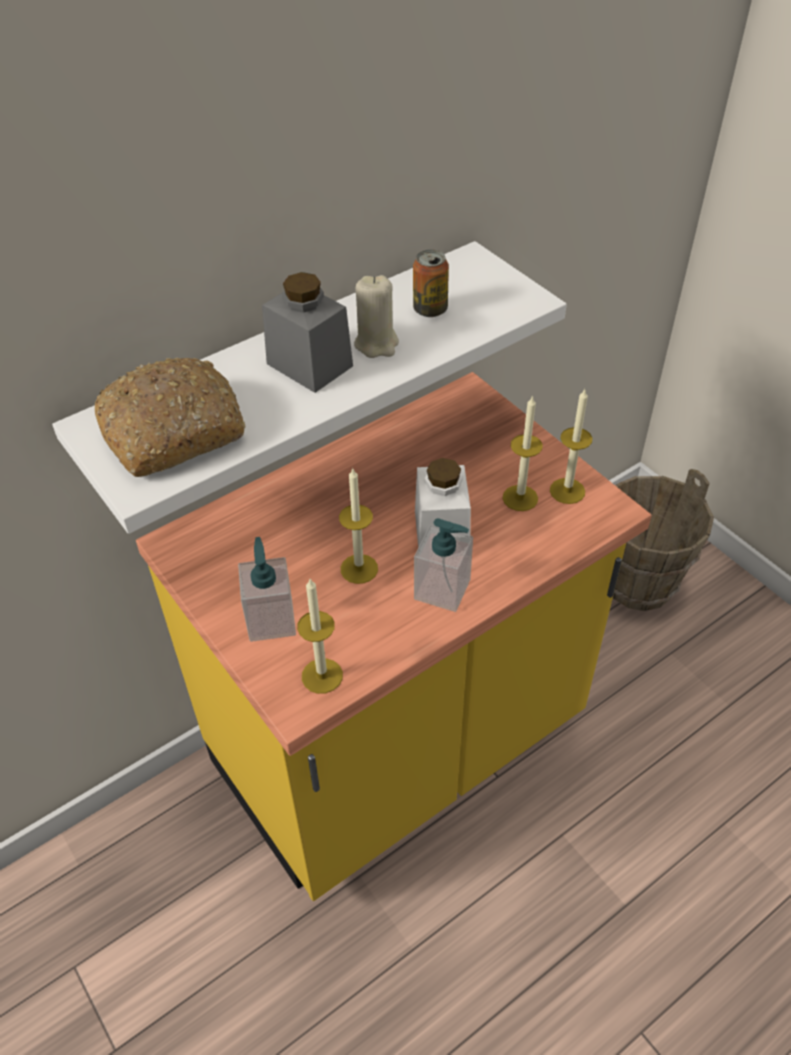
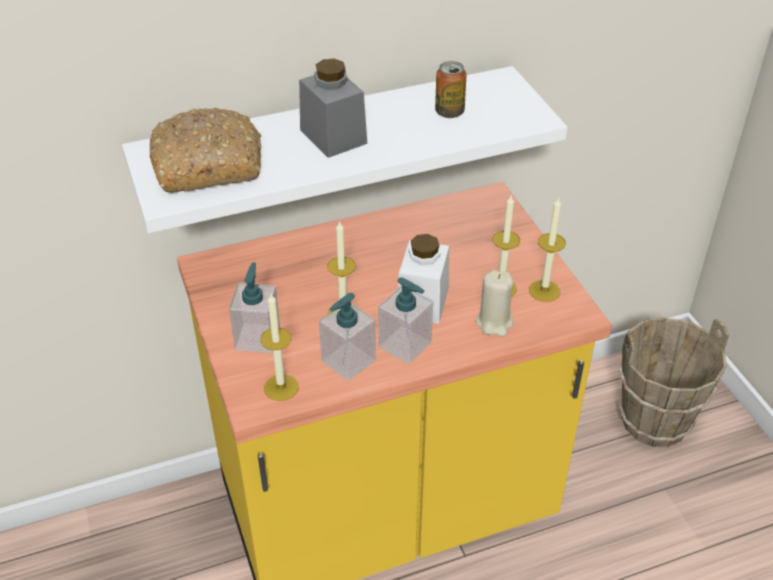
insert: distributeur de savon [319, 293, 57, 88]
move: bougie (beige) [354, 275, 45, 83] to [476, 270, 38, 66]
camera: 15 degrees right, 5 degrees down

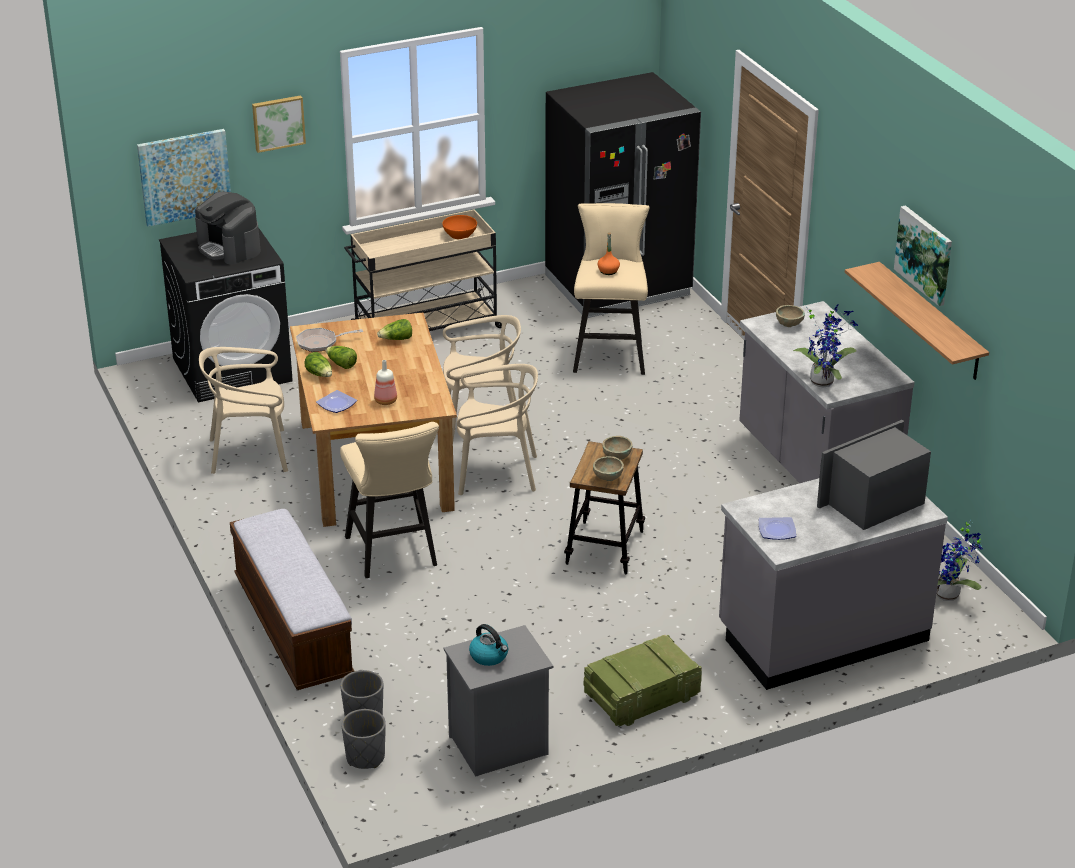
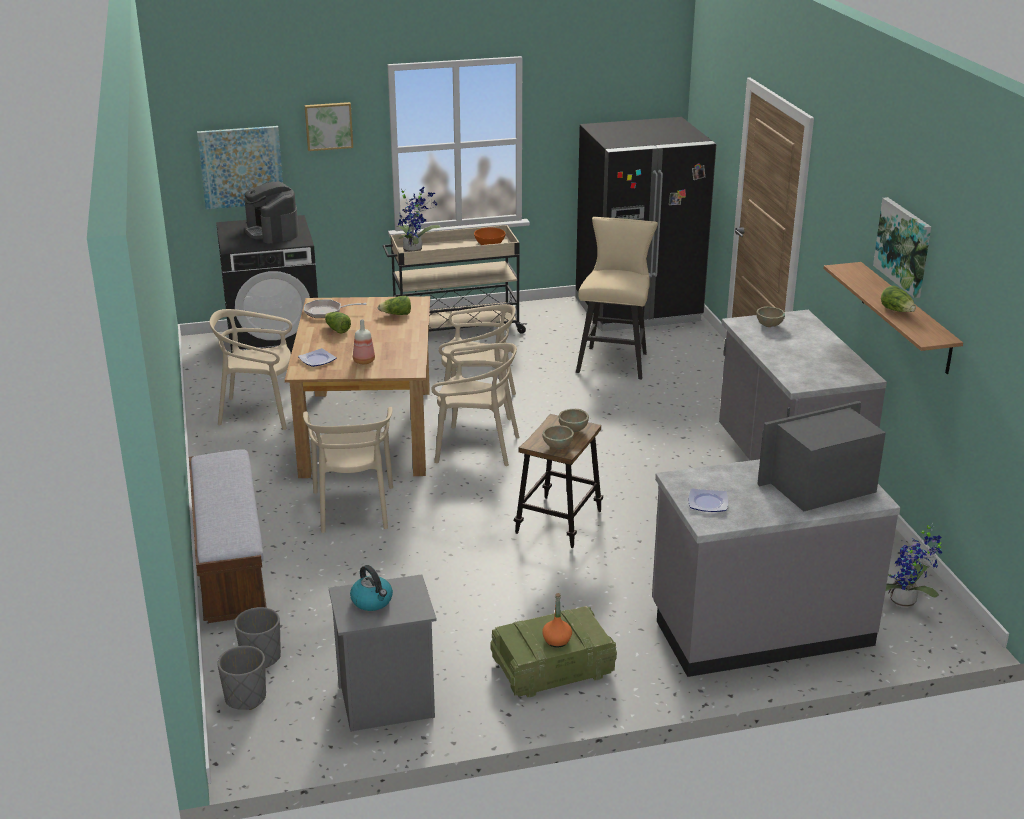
move: laitue [305, 352, 27, 25] to [881, 285, 35, 27]; bouteille (orange) [597, 232, 23, 43] to [542, 593, 30, 54]; plante en pot [793, 304, 65, 84] to [397, 187, 44, 65]
replace: tabouret (beige) [340, 422, 99, 156] to chaise (beige) [303, 407, 90, 126]
camera: 10 degrees right, 5 degrees down

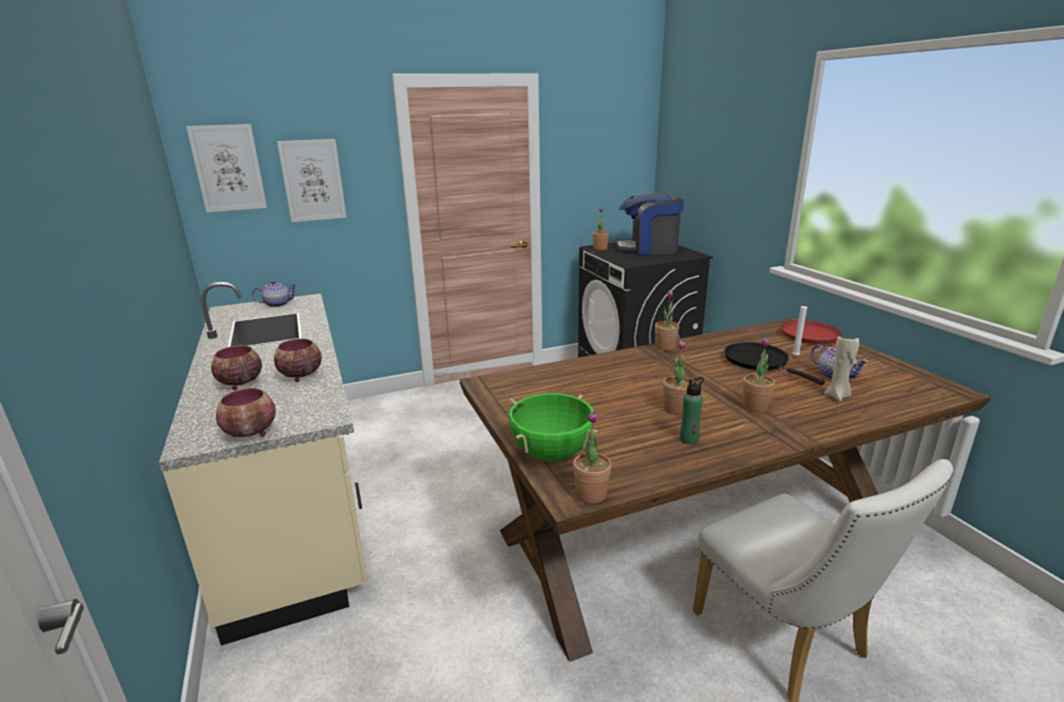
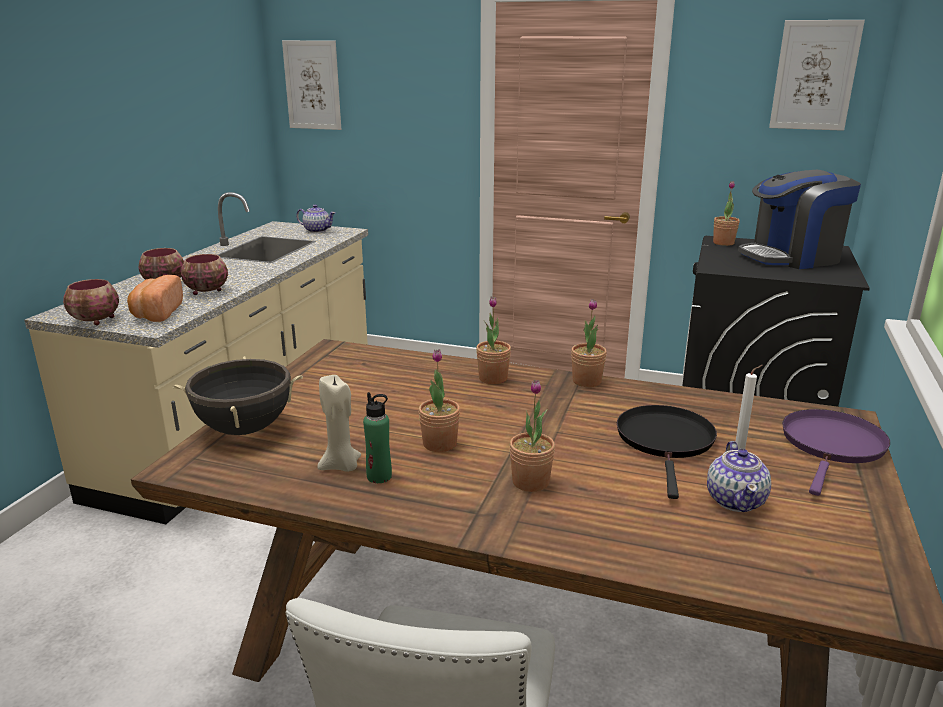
insert: pain [127, 275, 56, 47]
move: tableau [277, 139, 70, 83] to [769, 20, 96, 111]; plante en pot [573, 411, 39, 93] to [476, 296, 35, 88]; bougie (beige) [824, 334, 35, 67] to [317, 375, 44, 97]
recolor: marmite (vert) [508, 393, 89, 68] to marmite (noir) [173, 356, 130, 79]; poêle (rouge) [781, 321, 77, 38] to poêle (violet) [782, 409, 108, 87]
rotate: machine à café [616, 193, 68, 62] = [738, 170, 123, 99] 60 degrees counterclockwise
camera: 40 degrees right, 0 degrees up

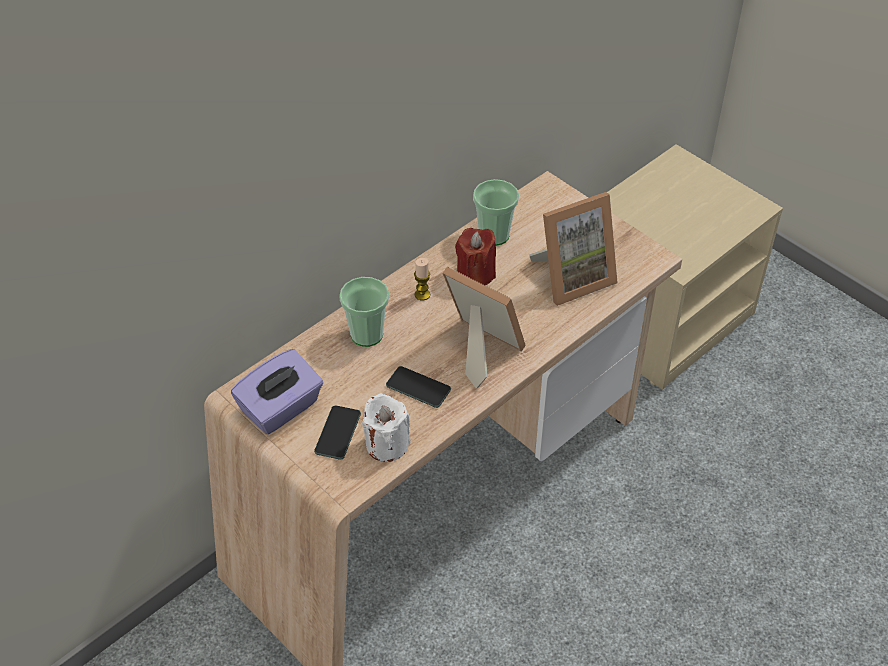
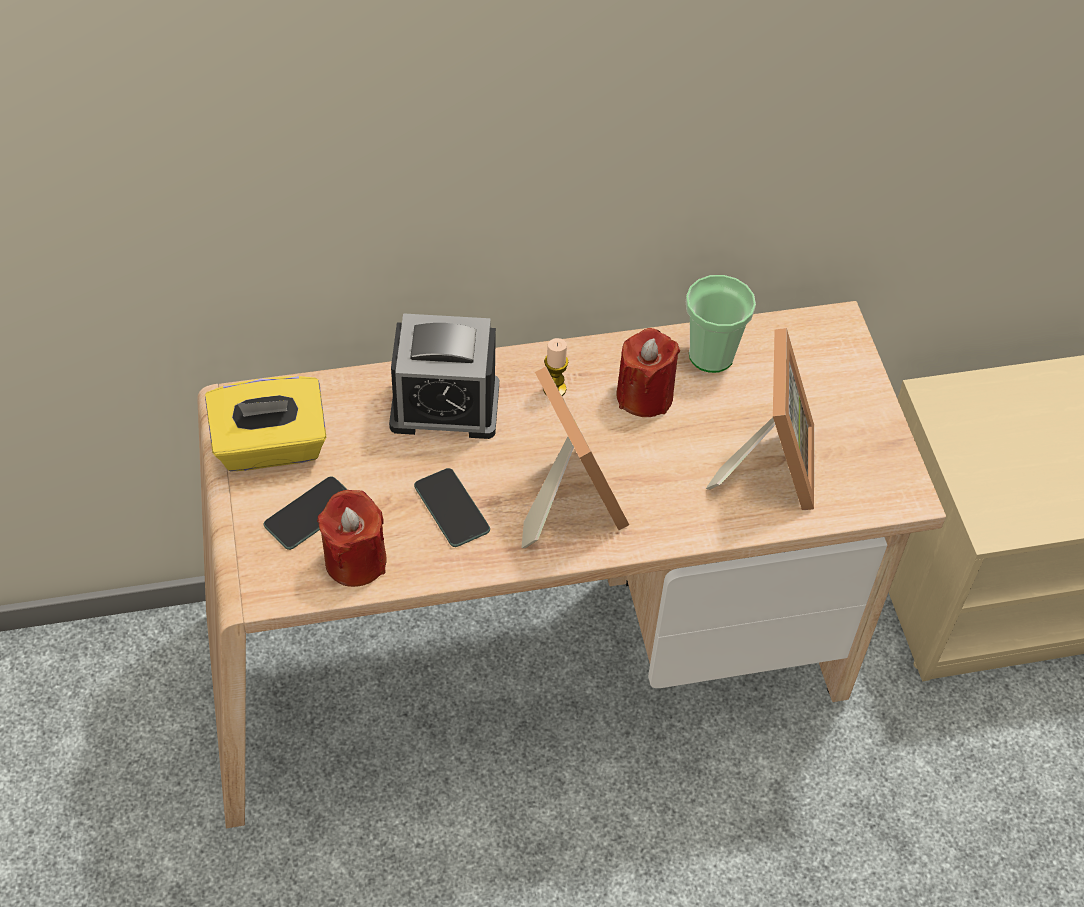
replace: tasse [339, 277, 50, 70] to réveil [389, 313, 110, 126]
recolor: boîte à mouchoirs (violet) [231, 349, 92, 85] to boîte à mouchoirs (jaune) [205, 376, 121, 95]; bougie (blanc) [362, 393, 48, 69] to bougie (rouge) [317, 490, 70, 97]
rotate: cadre photo [529, 192, 89, 114] = [706, 328, 108, 182] 90 degrees counterclockwise
camera: 30 degrees right, 5 degrees up

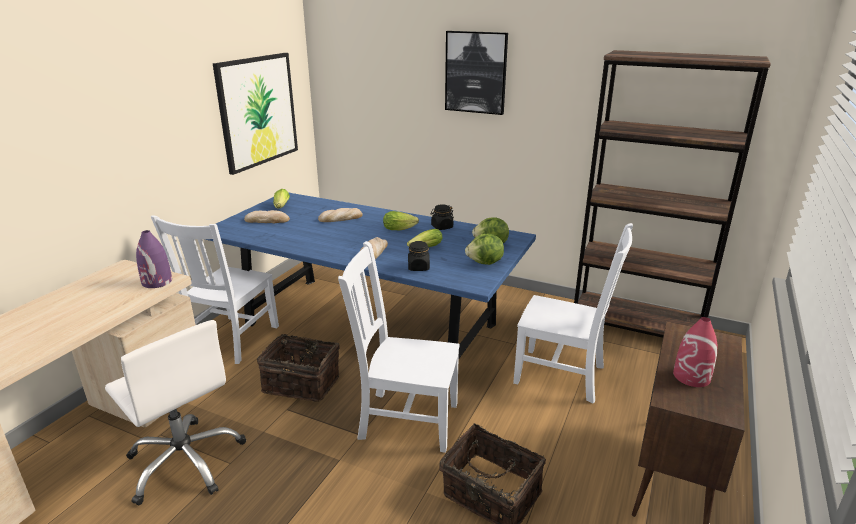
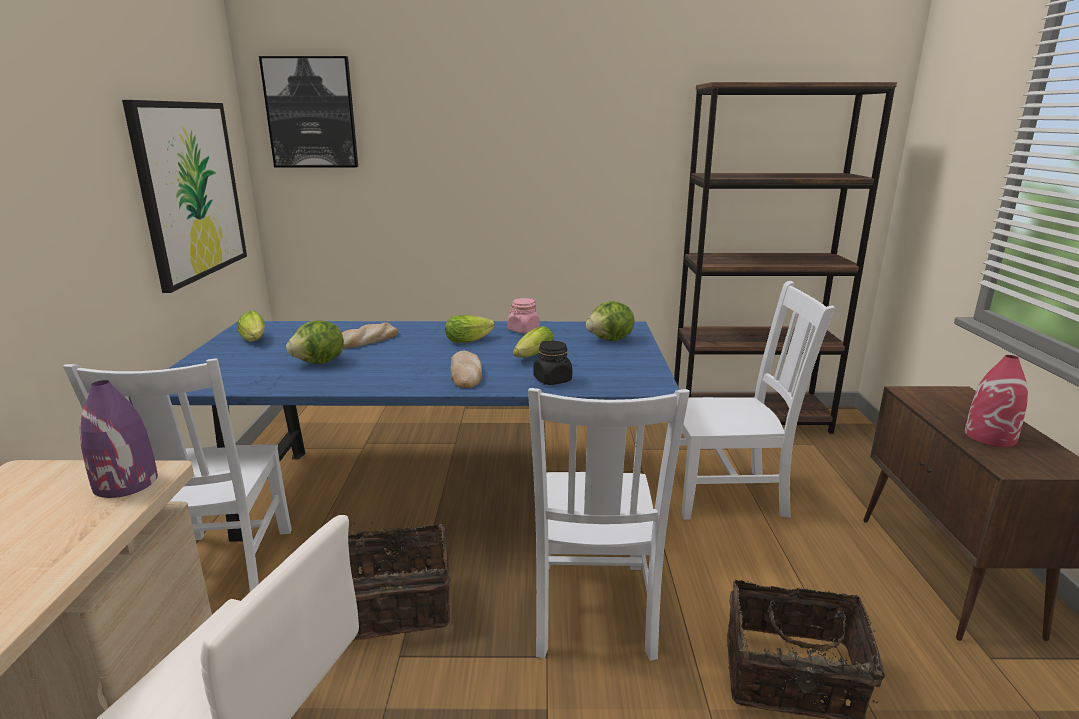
delete: pain [244, 210, 46, 13]
move: tableau [445, 31, 63, 84] to [259, 56, 99, 111]; laitue [465, 234, 39, 31] to [286, 320, 58, 44]
recolor: bocal (noir) [430, 204, 24, 26] to bocal (rose) [508, 298, 32, 35]
rotate: chaise (blanc) [338, 241, 122, 212] = [528, 388, 162, 273] 75 degrees counterclockwise
camera: 25 degrees left, 5 degrees down

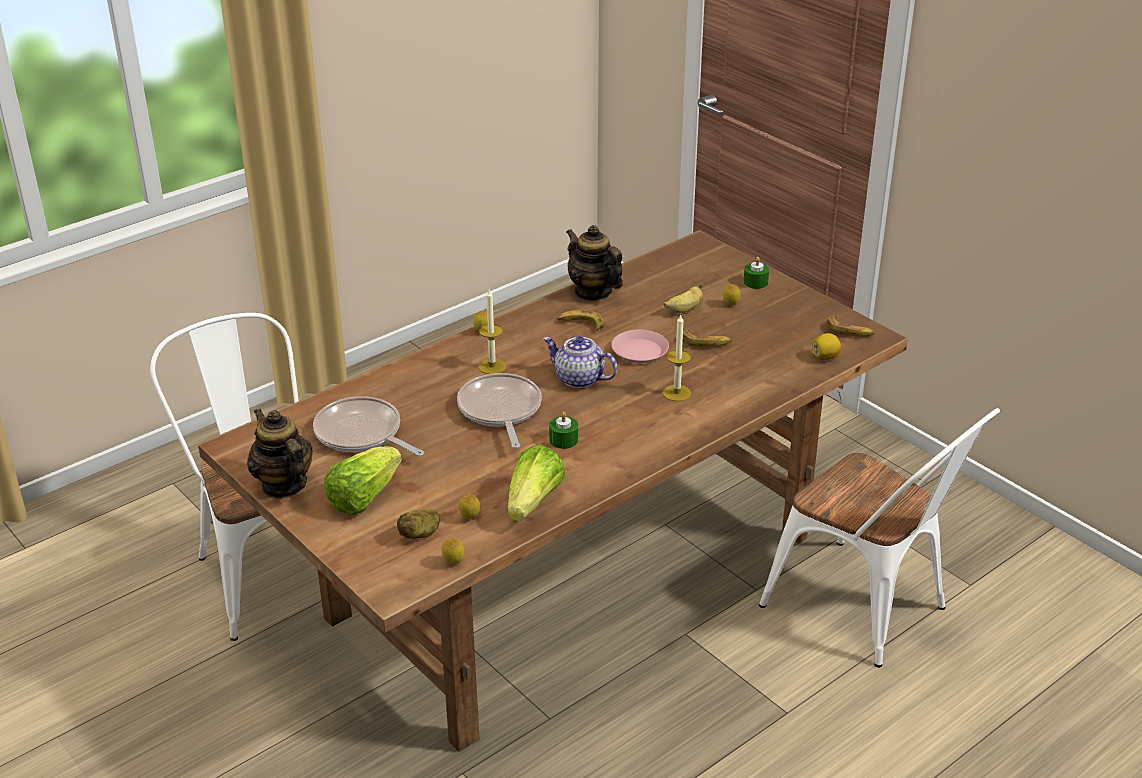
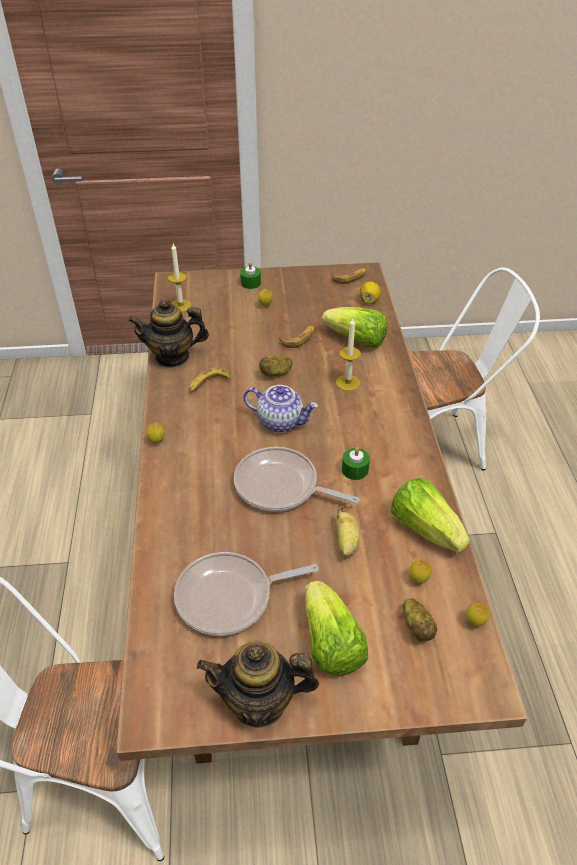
insert: laitue [322, 307, 65, 41]
move: bougie [479, 290, 27, 84] to [168, 244, 24, 68]; banane [664, 284, 39, 30] to [336, 506, 23, 52]
replace: assiette (rose) [611, 330, 58, 33] to pomme de terre [259, 355, 33, 22]
rotate: théière [543, 336, 75, 52] = [243, 385, 75, 48] 135 degrees counterclockwise
camera: 55 degrees left, 10 degrees up

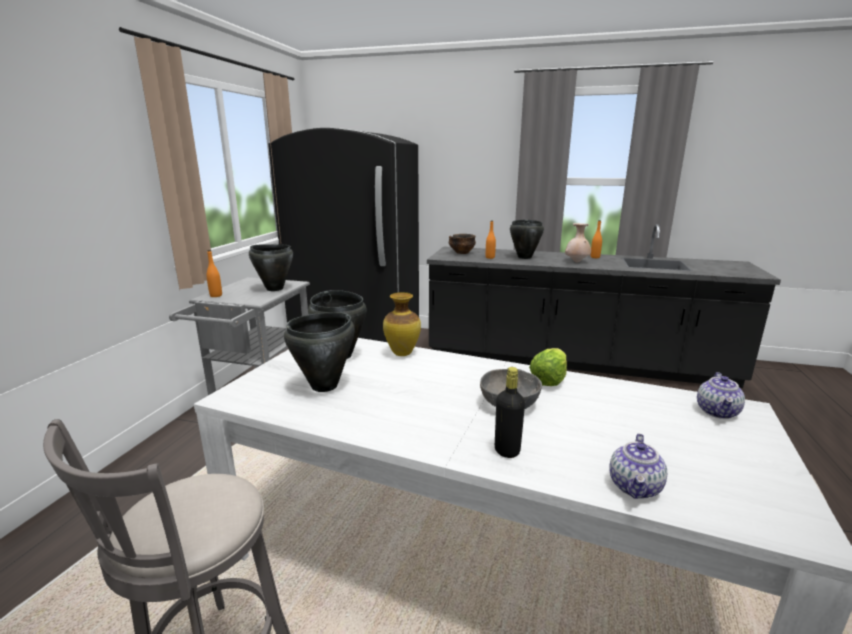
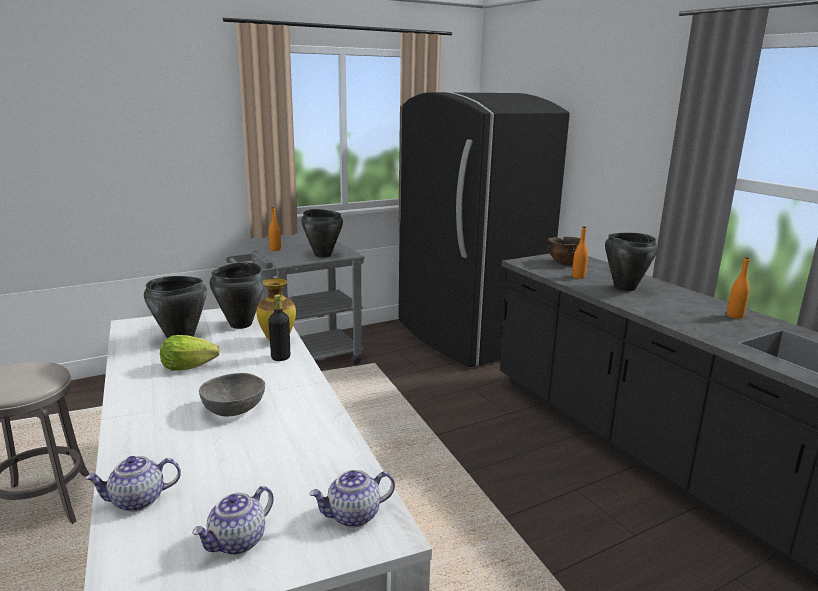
delete: vase (beige) [565, 223, 26, 39]
insert: théière [192, 486, 82, 69]
move: bouteille (noir) [495, 367, 30, 91] to [268, 294, 22, 67]; laitue [529, 348, 38, 38] to [160, 335, 60, 35]
camera: 45 degrees right, 0 degrees up

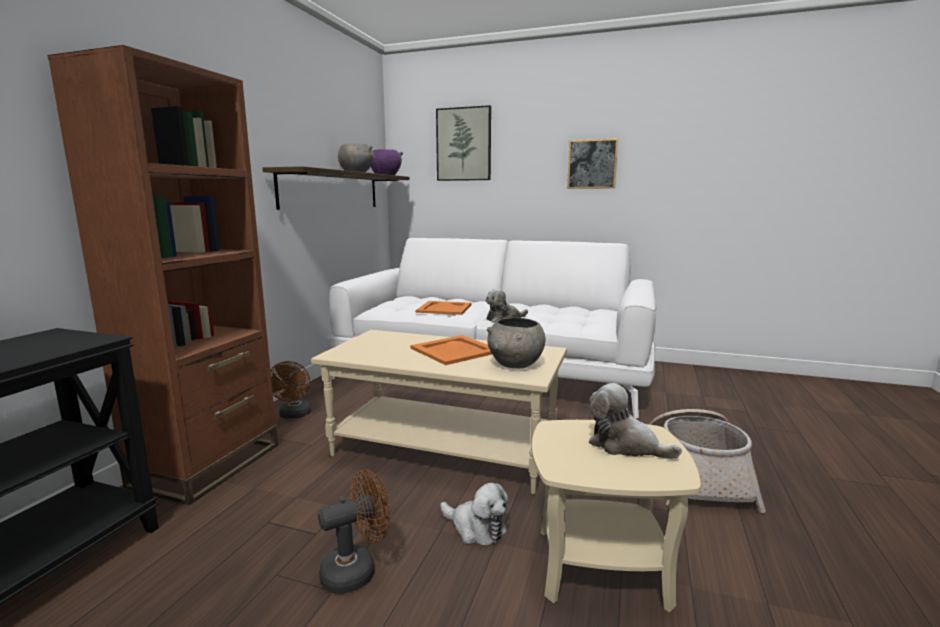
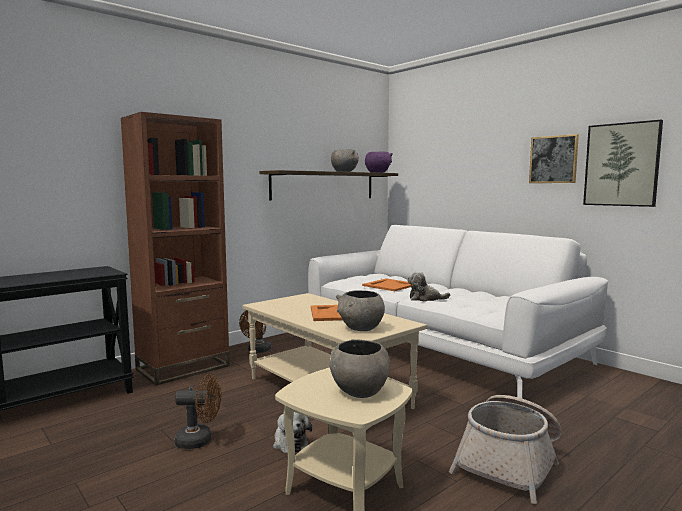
move: tableau [436, 105, 55, 76] to [583, 120, 80, 87]
replace: peluche [589, 383, 93, 76] to bol (gris) [330, 339, 60, 59]
camera: 30 degrees right, 5 degrees down

